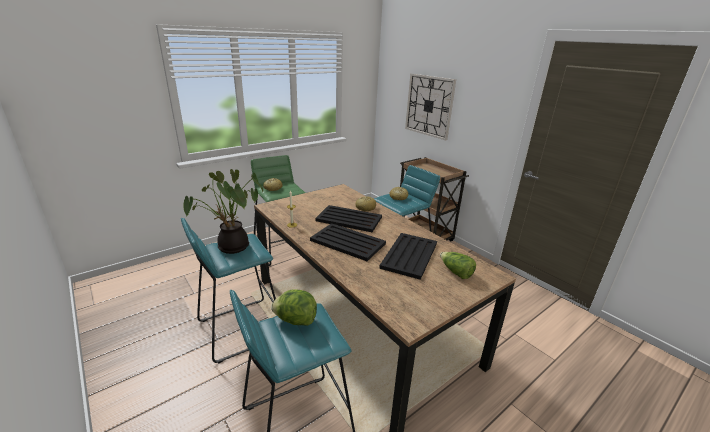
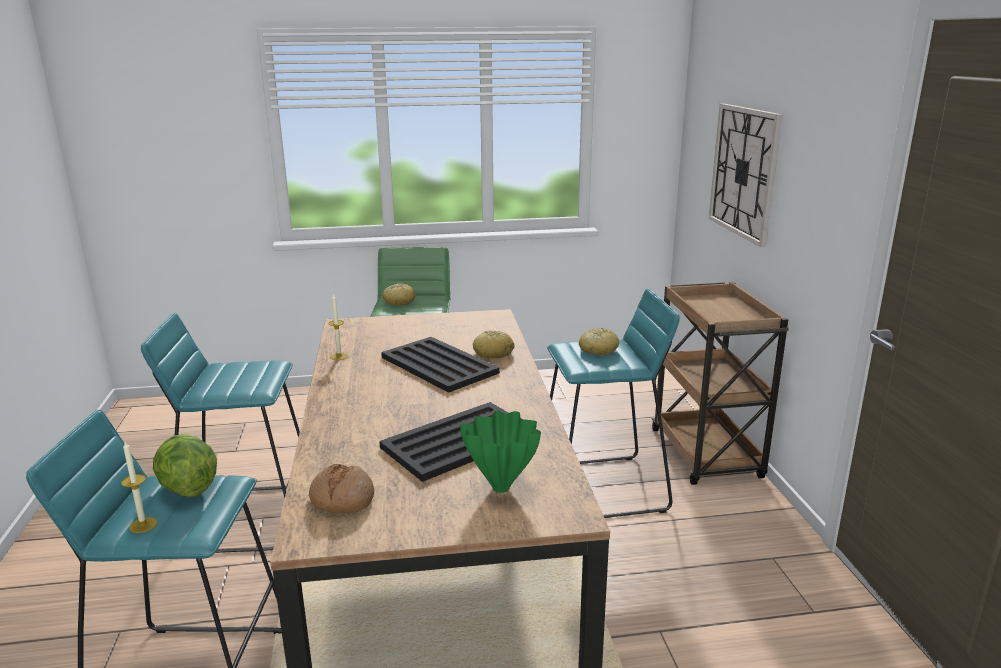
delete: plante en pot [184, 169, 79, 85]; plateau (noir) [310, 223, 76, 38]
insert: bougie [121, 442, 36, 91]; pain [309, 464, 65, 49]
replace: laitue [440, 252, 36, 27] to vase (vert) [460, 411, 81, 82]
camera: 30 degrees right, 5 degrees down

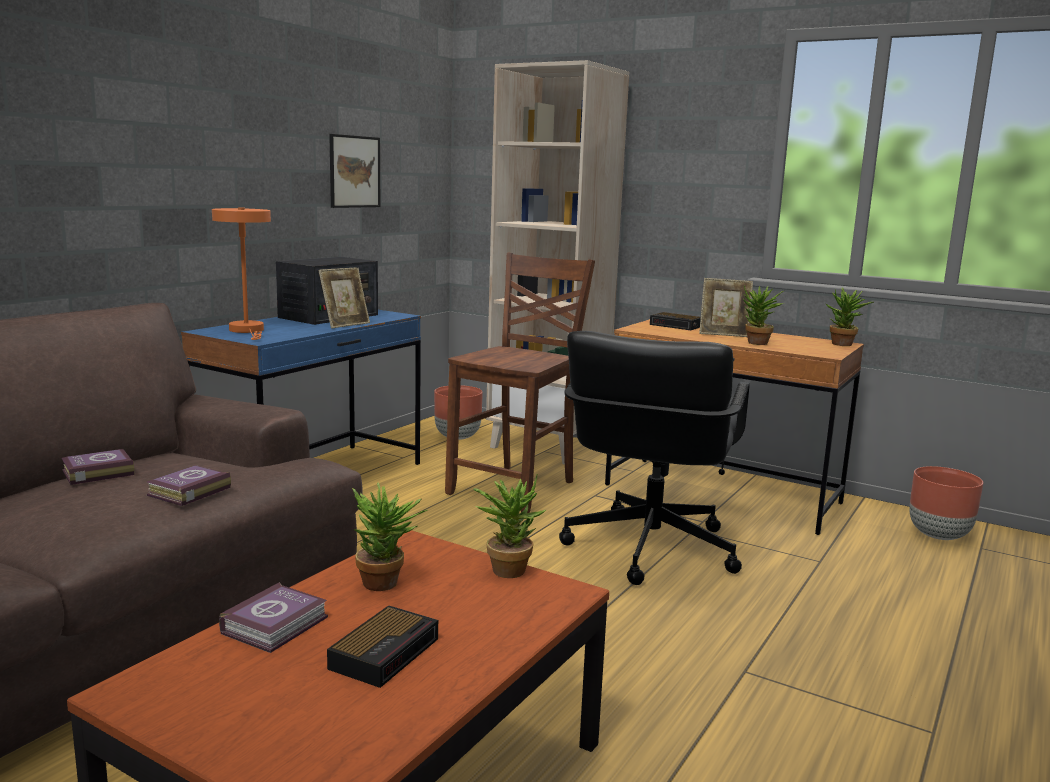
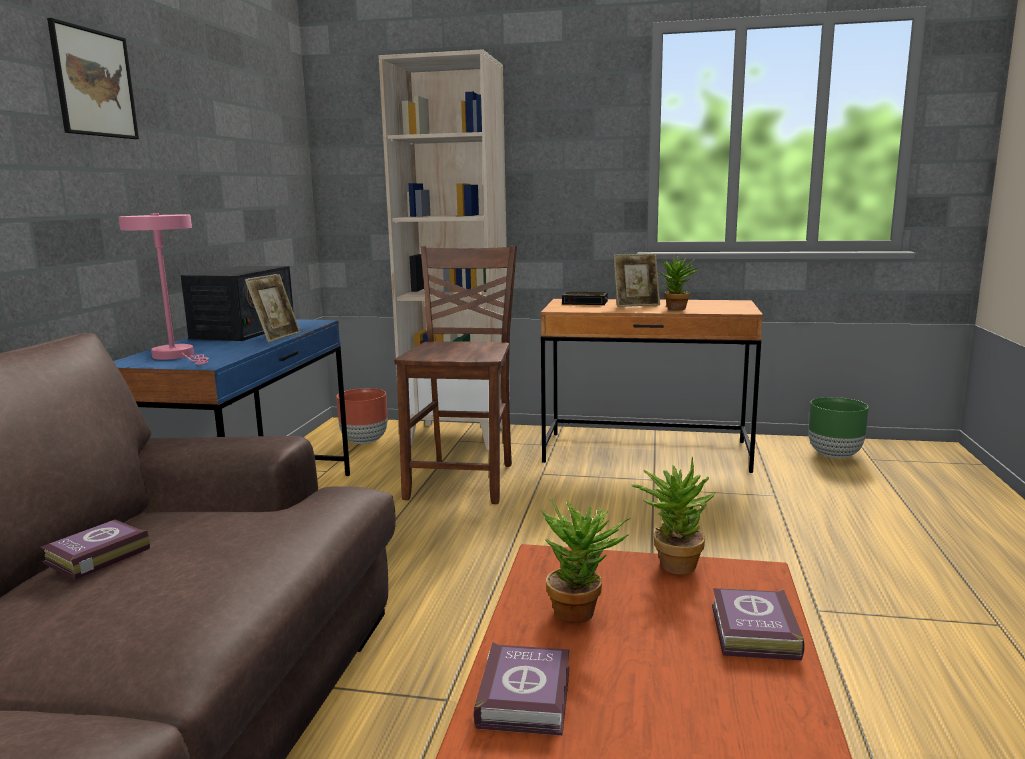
delete: réveil [327, 605, 111, 83]; chaise de bureau (noir) [559, 331, 191, 254]; plante en pot [826, 288, 48, 58]
move: livre [147, 465, 84, 41] to [712, 588, 93, 72]; tableau [329, 134, 51, 74] to [47, 18, 92, 121]
recolor: lampe de table (orange) [212, 207, 59, 133] to lampe de table (rose) [119, 213, 90, 152]; cache-pot (marron) [909, 466, 74, 74] to cache-pot (vert) [809, 397, 60, 61]
camera: 20 degrees left, 0 degrees up

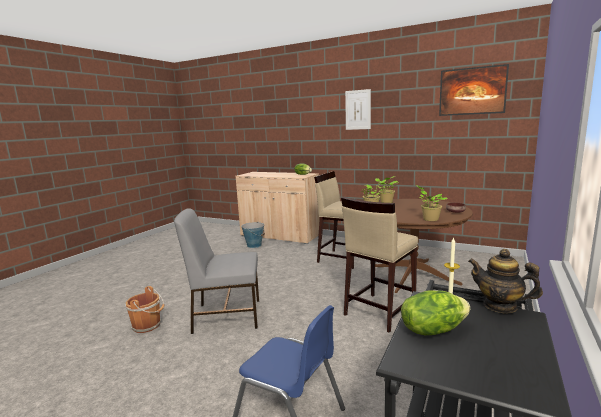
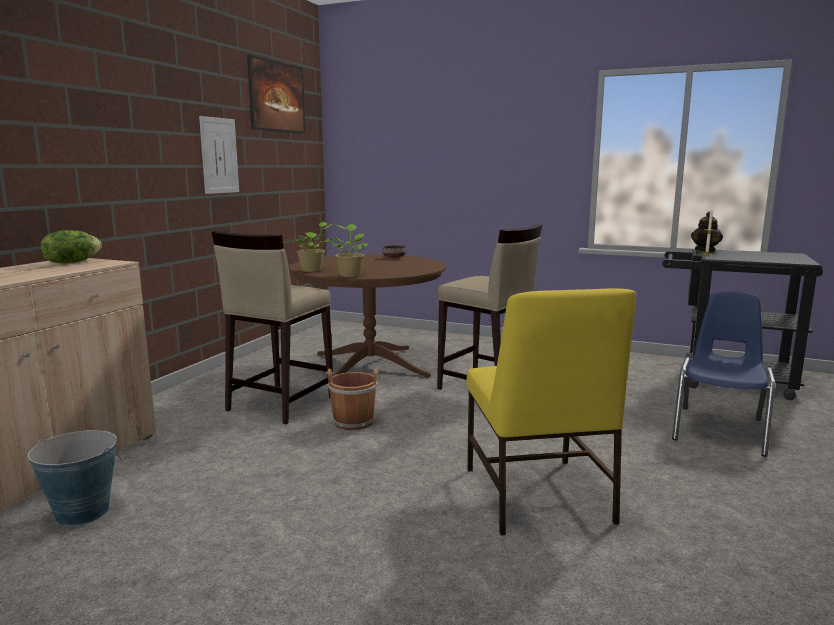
delete: laitue [401, 291, 69, 44]; plante en pot [416, 185, 31, 36]
move: seau (marron) [125, 286, 40, 47] to [326, 368, 54, 62]; tableau [345, 89, 26, 41] to [199, 116, 40, 78]
recolor: chaise (gris) [174, 208, 85, 126] to chaise (jaune) [467, 289, 169, 246]
camera: 95 degrees left, 0 degrees up

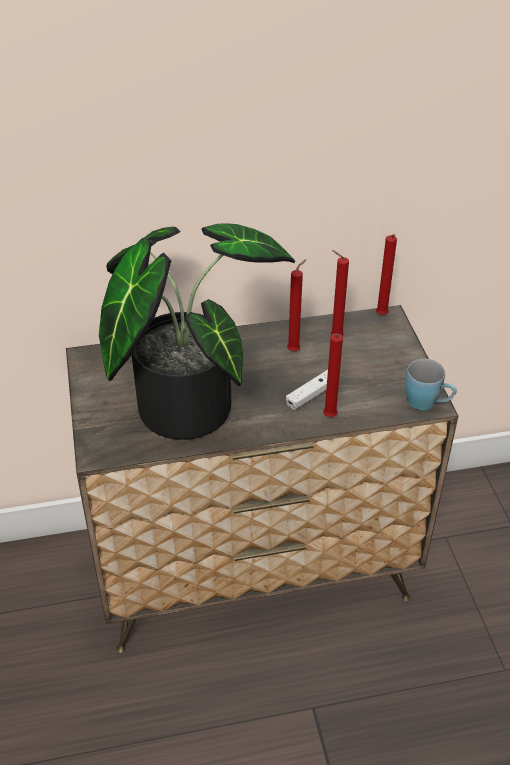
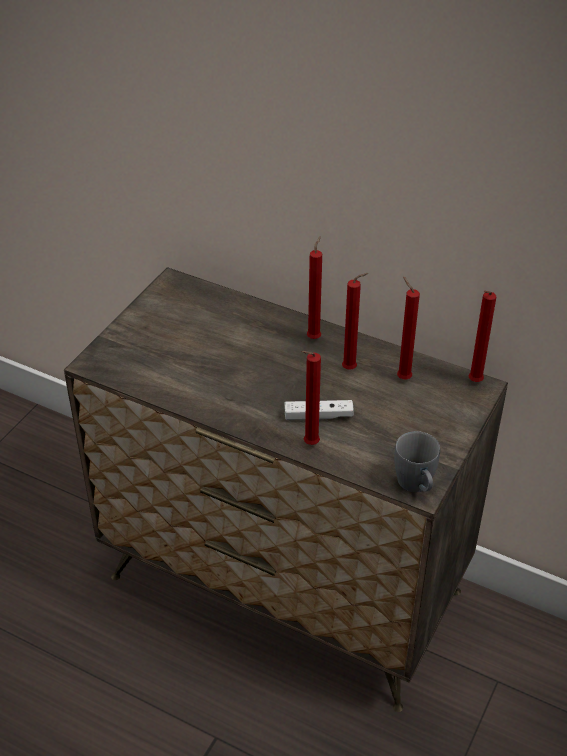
delete: plante en pot [99, 223, 196, 217]
insert: bougie (rouge) [307, 236, 15, 103]
recolor: mug (bleu) [406, 359, 51, 51] to mug (gris) [394, 431, 46, 61]
camera: 40 degrees right, 0 degrees up

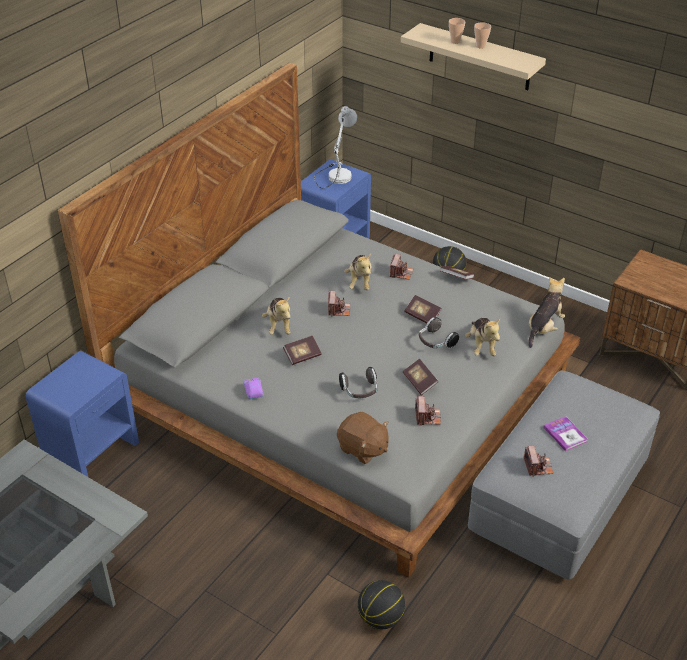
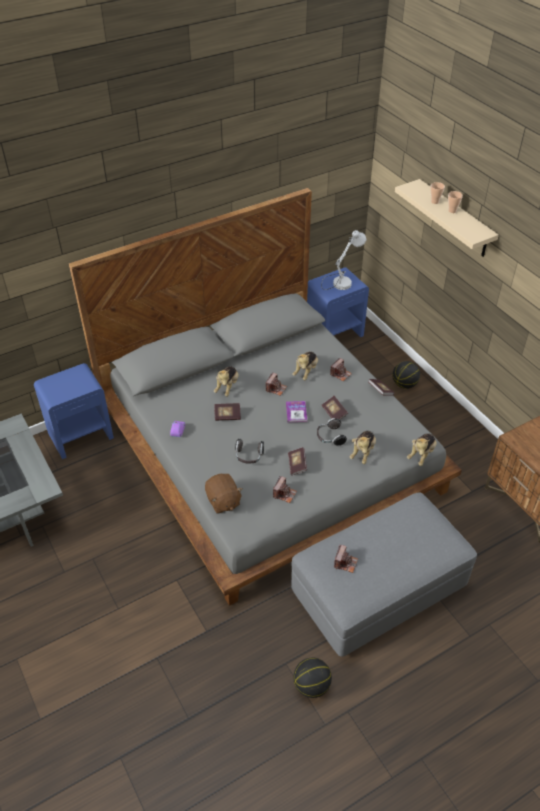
move: ballon de basket [358, 580, 47, 49] to [293, 658, 39, 40]; livre [543, 416, 45, 35] to [286, 401, 21, 21]
rotate: peluche [529, 277, 36, 71] = [407, 433, 30, 33] 150 degrees clockwise
camera: 25 degrees right, 5 degrees up

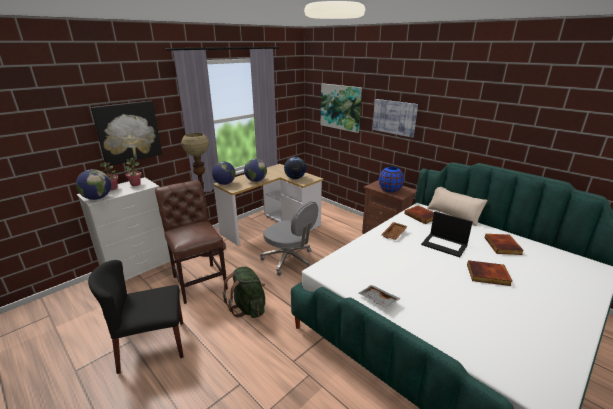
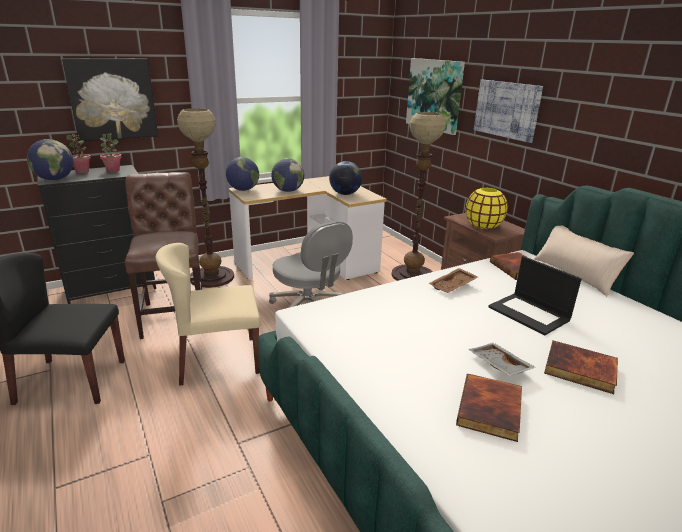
insert: lampadaire [392, 112, 54, 169]
move: plateau (gris) [359, 285, 42, 23] to [468, 343, 68, 33]; livre [485, 234, 39, 21] to [456, 373, 66, 69]
replace: sac à dos (vert) [222, 267, 43, 51] to chaise (beige) [156, 243, 105, 143]
recolor: commode (blanc) [77, 177, 94, 104] to commode (noir) [37, 165, 119, 139]; vase (bleu) [379, 167, 25, 25] to vase (jaune) [466, 188, 41, 41]
camera: 15 degrees right, 0 degrees up

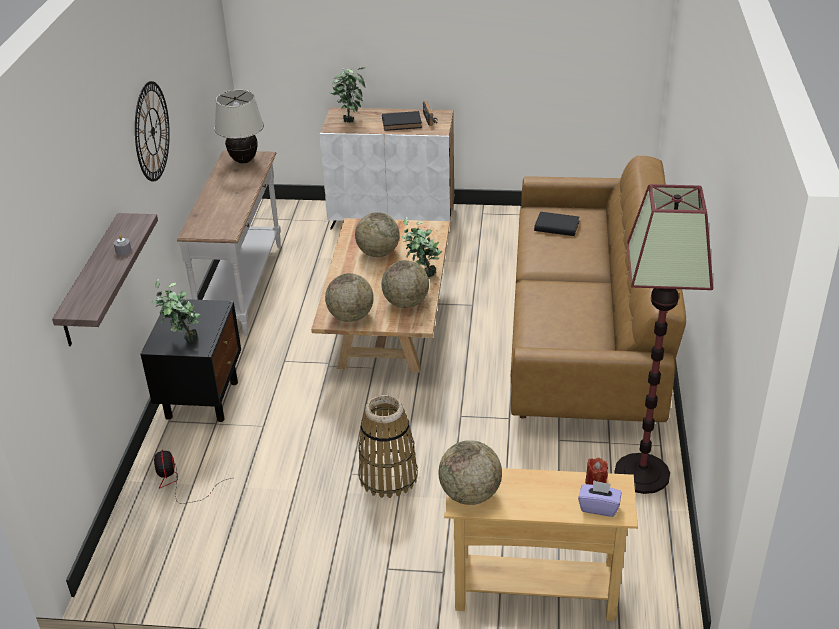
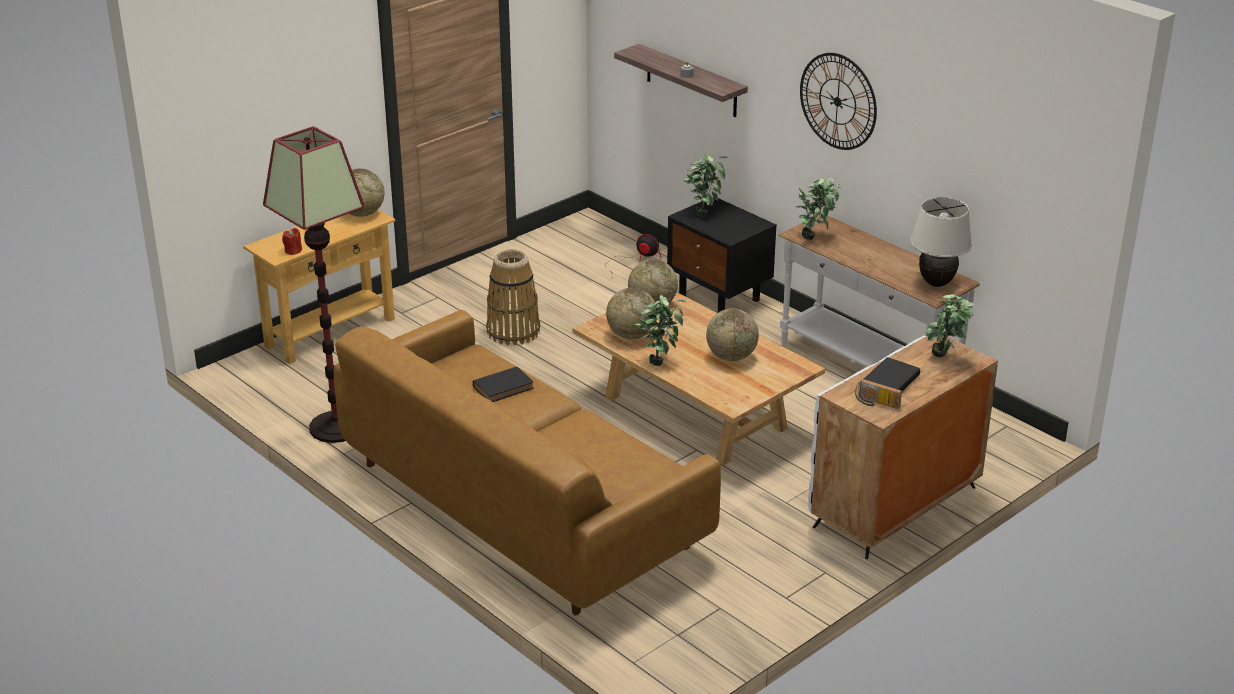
delete: boîte à mouchoirs (violet) [578, 480, 44, 37]
insert: plante en pot [796, 177, 44, 63]
move: livre (noir) [534, 212, 45, 24] to [473, 367, 61, 35]
camera: 130 degrees right, 5 degrees down

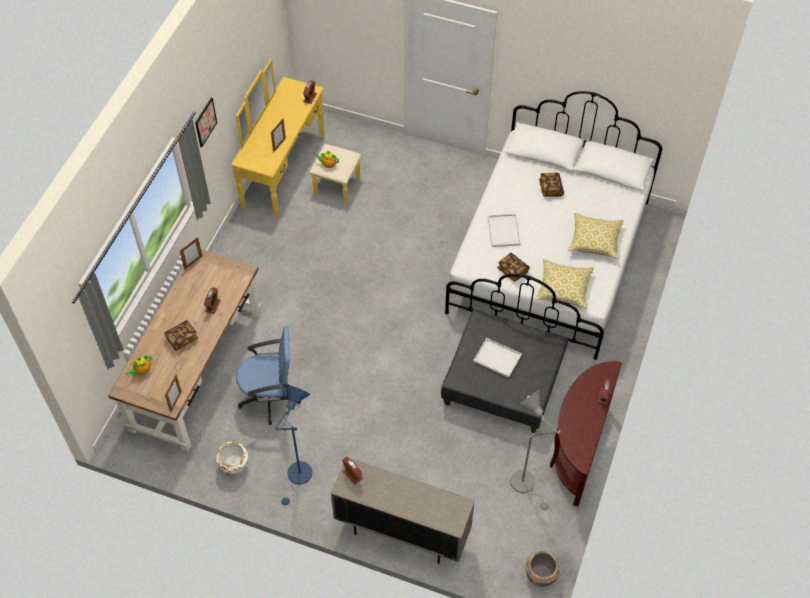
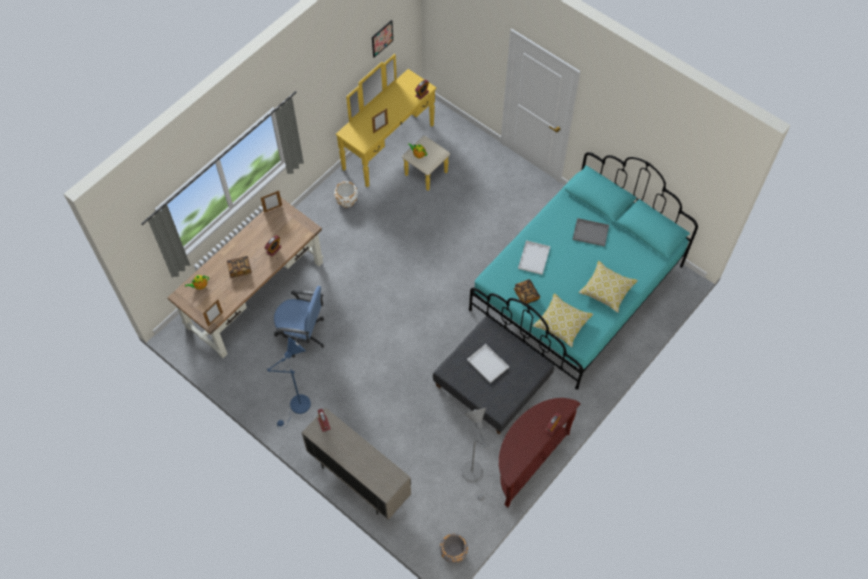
move: tableau [195, 98, 22, 49] to [372, 20, 21, 38]; cache-pot (blanc) [216, 441, 32, 34] to [334, 181, 24, 26]
replace: livre [539, 173, 25, 24] to plateau (gris) [572, 218, 37, 29]
recolor: lit (blanc) [445, 91, 217, 269] to lit (turquoise) [469, 152, 229, 238]
camera: 20 degrees right, 5 degrees up

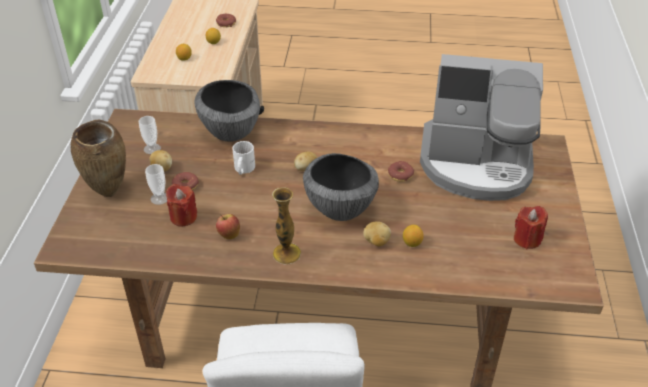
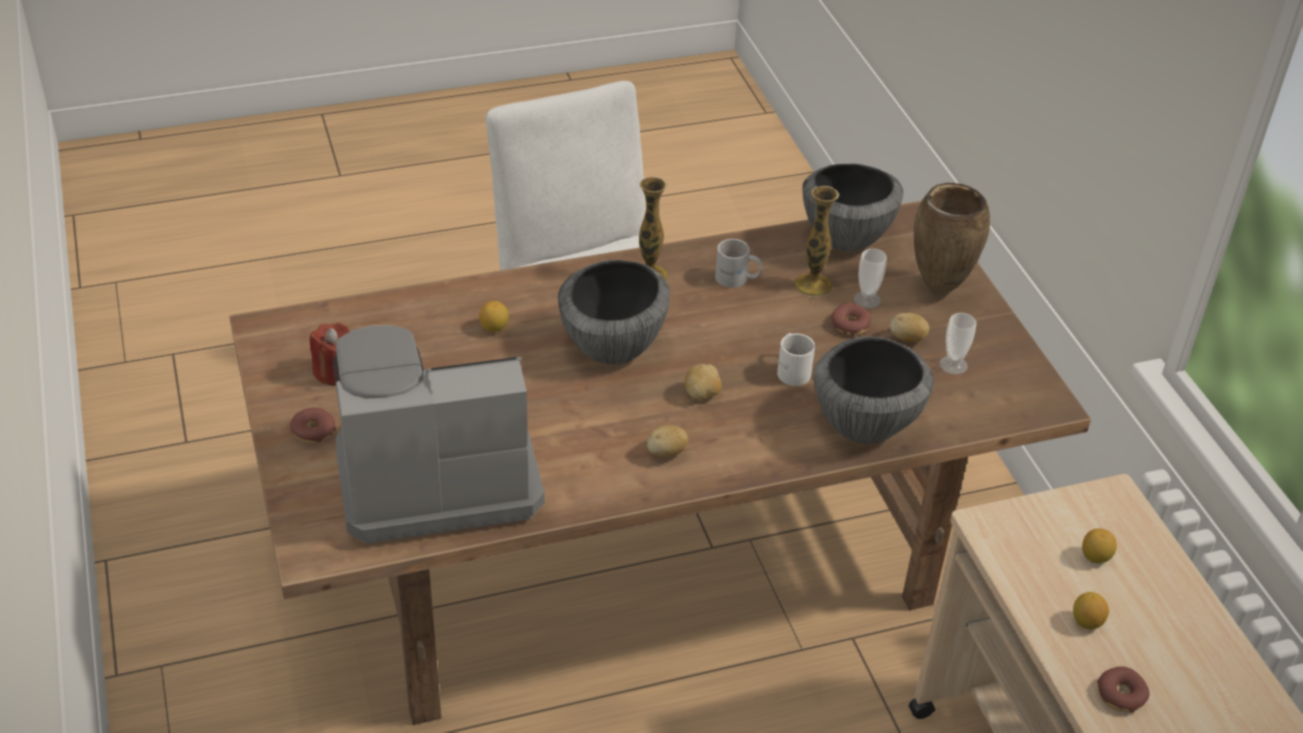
insert: bol [802, 164, 101, 87]
move: pomme de terre [363, 221, 28, 25] to [647, 425, 41, 32]; beignet [388, 161, 26, 21] to [290, 408, 46, 35]
replace: bougie (rouge) [166, 184, 31, 42] to vase [794, 186, 45, 111]; pomme [216, 214, 24, 25] to mug (blanc) [715, 239, 47, 49]
camera: 155 degrees right, 0 degrees up

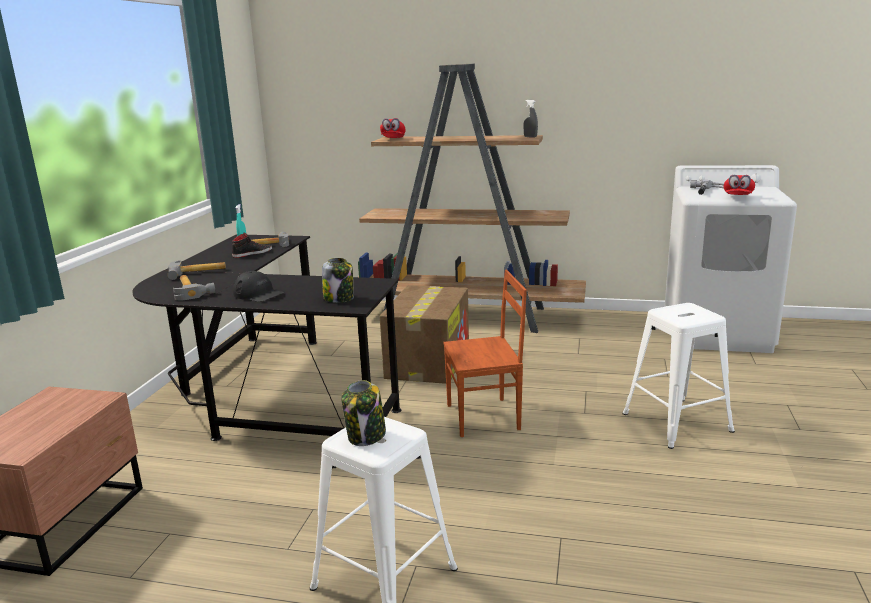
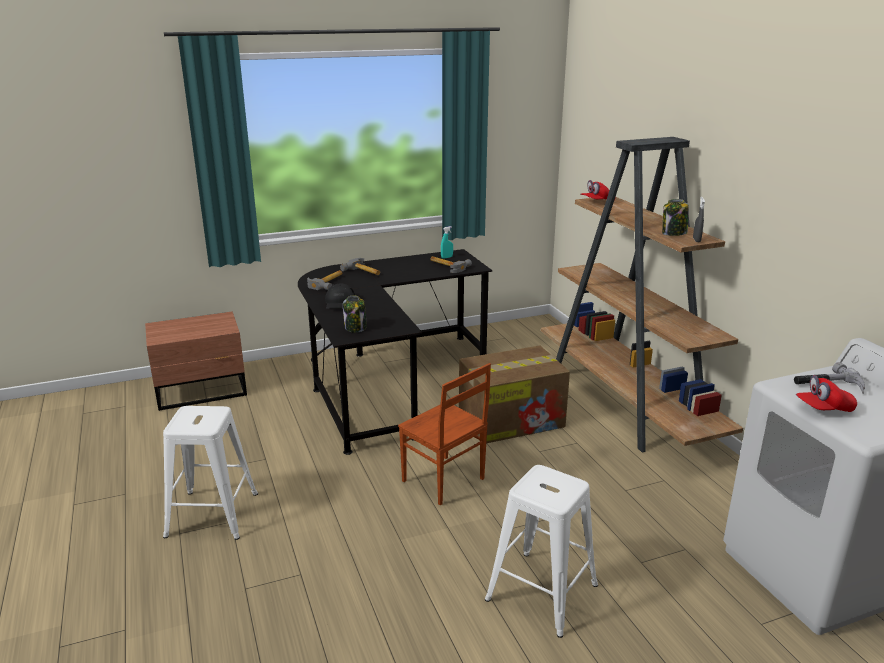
delete: chaussure (noir) [232, 232, 40, 26]
move: bocal [342, 380, 44, 66] to [662, 199, 27, 37]
camera: 55 degrees right, 5 degrees up

